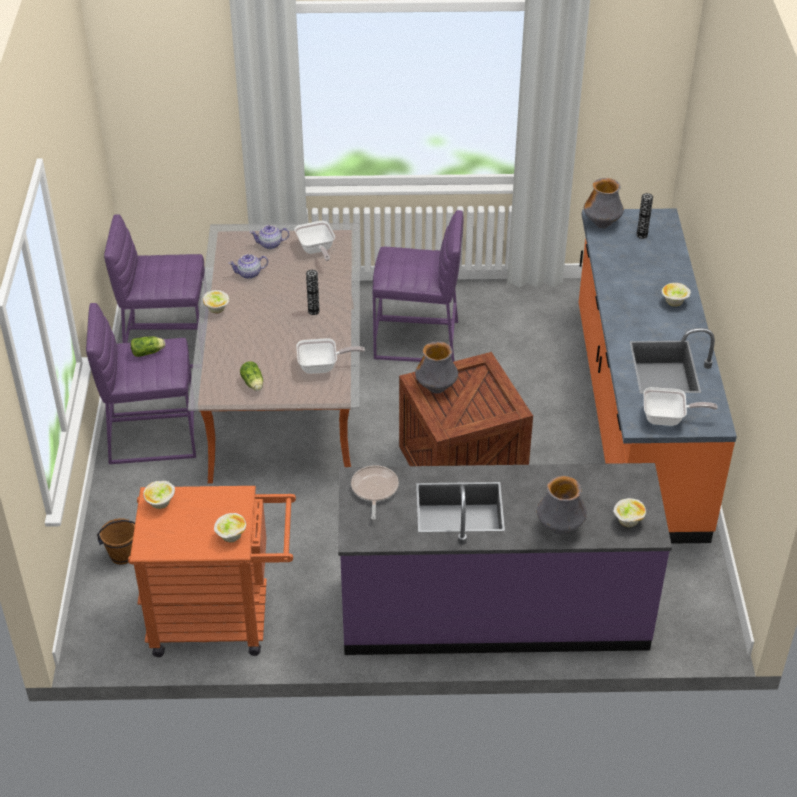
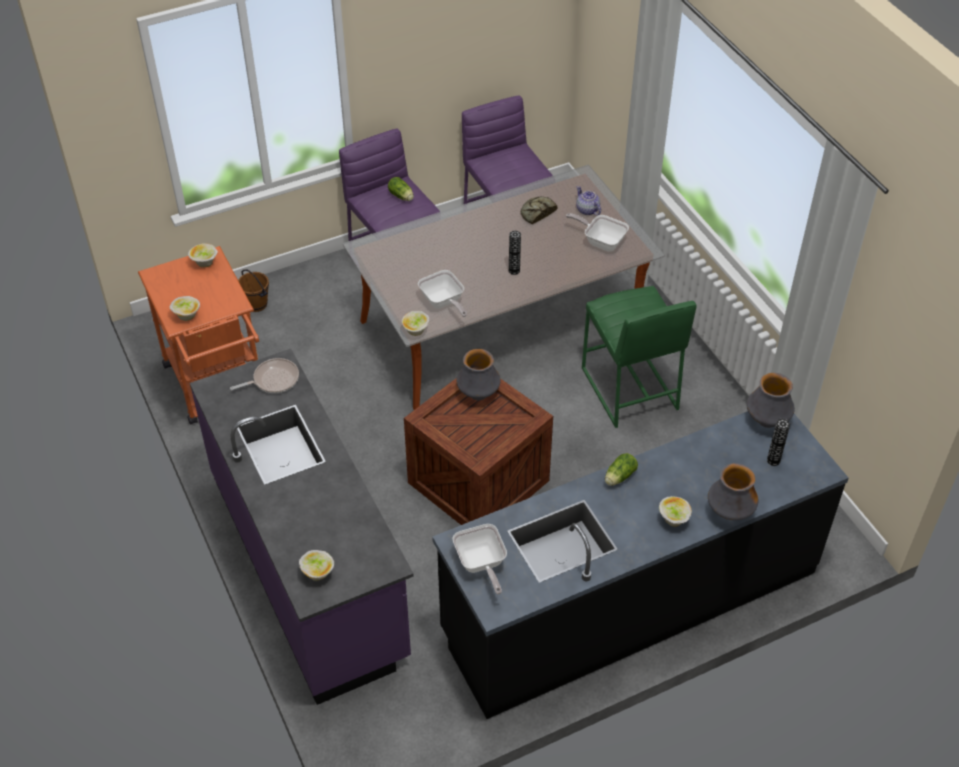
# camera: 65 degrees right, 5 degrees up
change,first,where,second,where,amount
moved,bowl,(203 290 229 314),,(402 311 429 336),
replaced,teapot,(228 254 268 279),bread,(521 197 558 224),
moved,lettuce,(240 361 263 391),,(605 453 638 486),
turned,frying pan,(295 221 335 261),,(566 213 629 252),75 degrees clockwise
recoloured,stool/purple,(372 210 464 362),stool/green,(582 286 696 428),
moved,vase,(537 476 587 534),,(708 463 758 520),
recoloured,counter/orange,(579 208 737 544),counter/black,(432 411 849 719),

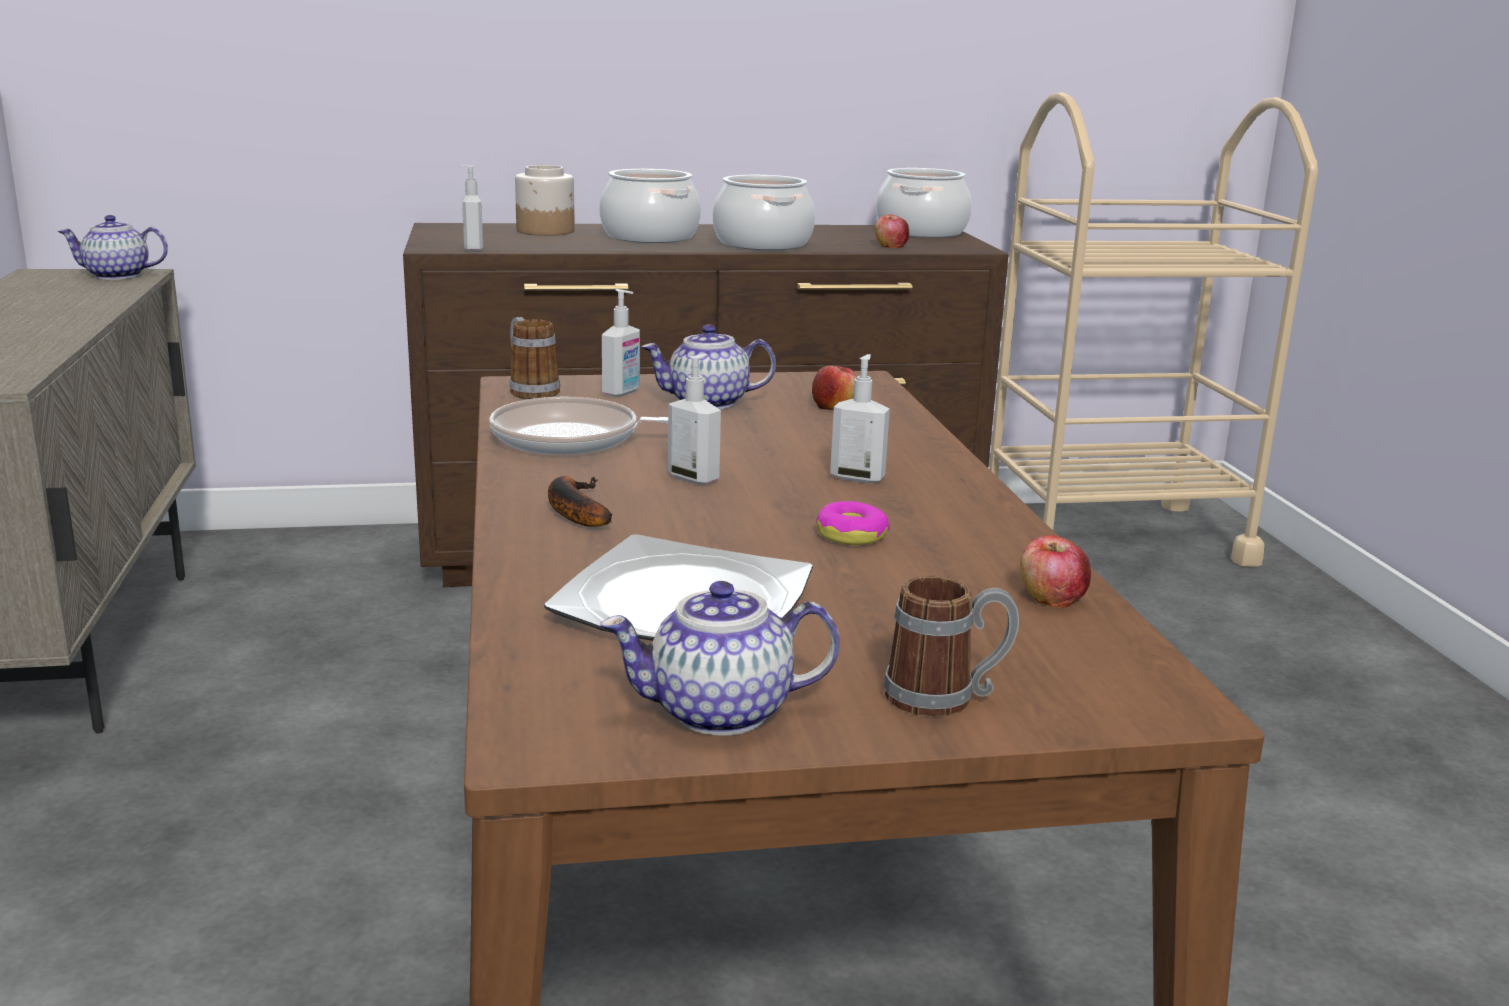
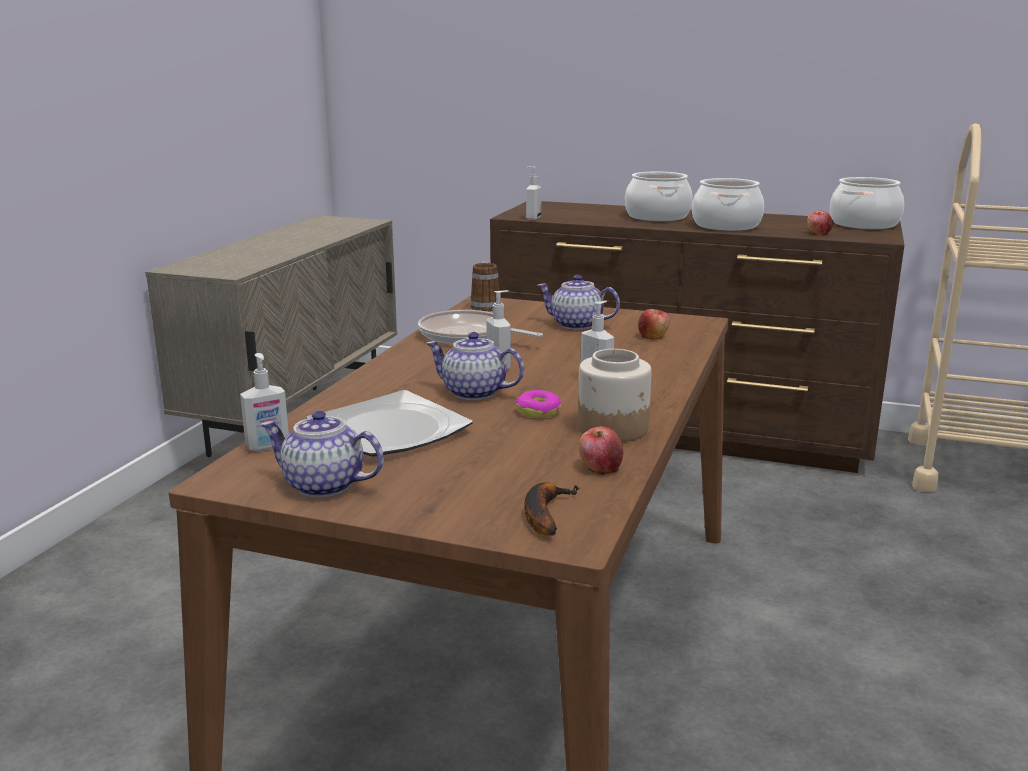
# camera: 30 degrees right, 0 degrees up
change,first,where,second,where,amount
moved,teapot,(58 215 168 280),,(426 332 524 400),
moved,jar,(515 165 575 236),,(578 349 652 442),
moved,banana,(548 476 612 527),,(524 482 580 535),
moved,soap dispenser,(602 289 640 397),,(240 353 289 451),
removed,mug,(884 576 1019 717),,,

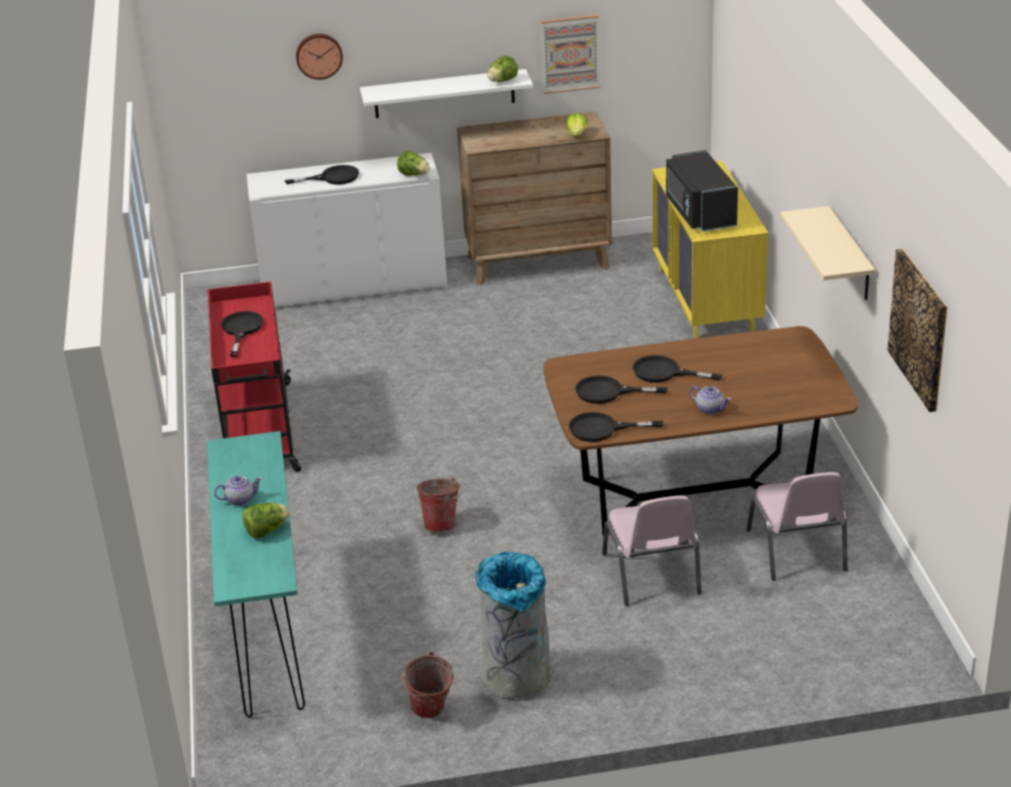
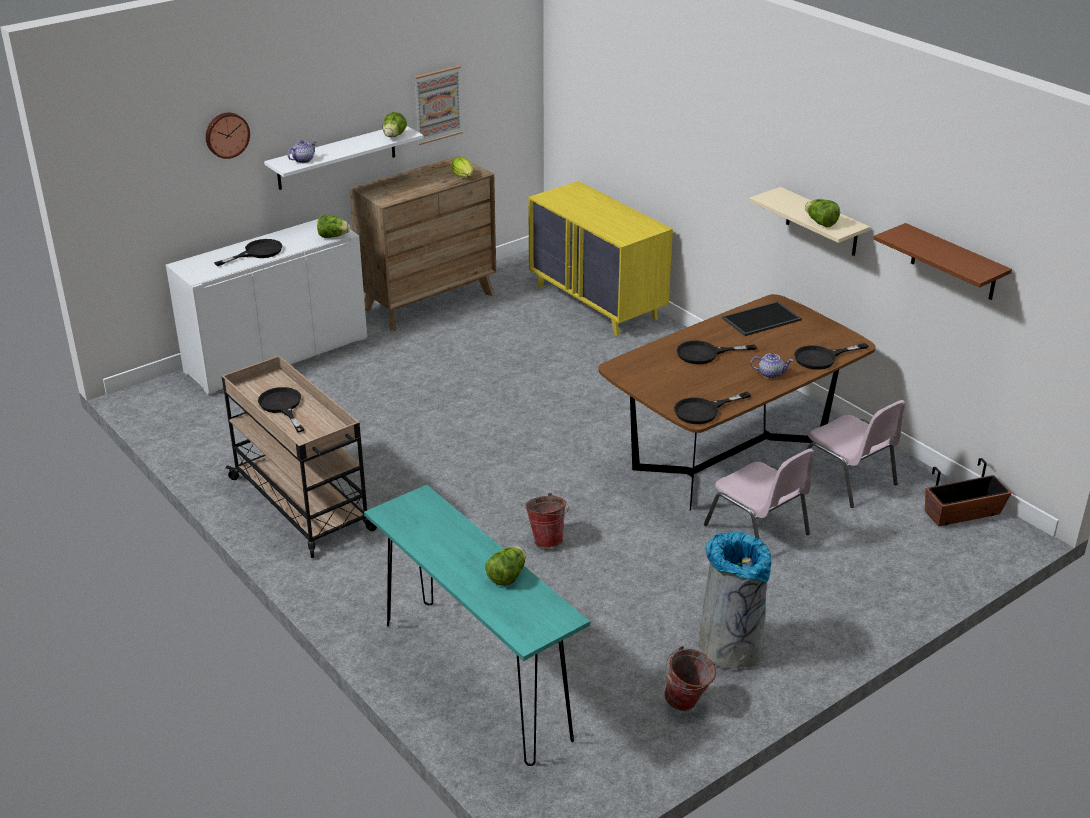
# camera: 30 degrees left, 0 degrees up
change,first,where,second,where,amount
recoloured,cart/red,(207 282 301 472),cart/beige,(222 356 377 558),
moved,teapot,(214 476 262 506),,(288 140 317 163),
moved,frying pan/black,(575 375 668 404),,(794 343 868 370),
removed,microwave/black,(666 150 738 232),,,
replaced,picture,(887 249 947 412),shelf/brown,(874 223 1012 300),
added,,,tray,(722 301 802 336),
added,,,lettuce,(805 199 840 227),
added,,,planter,(925 458 1012 526),

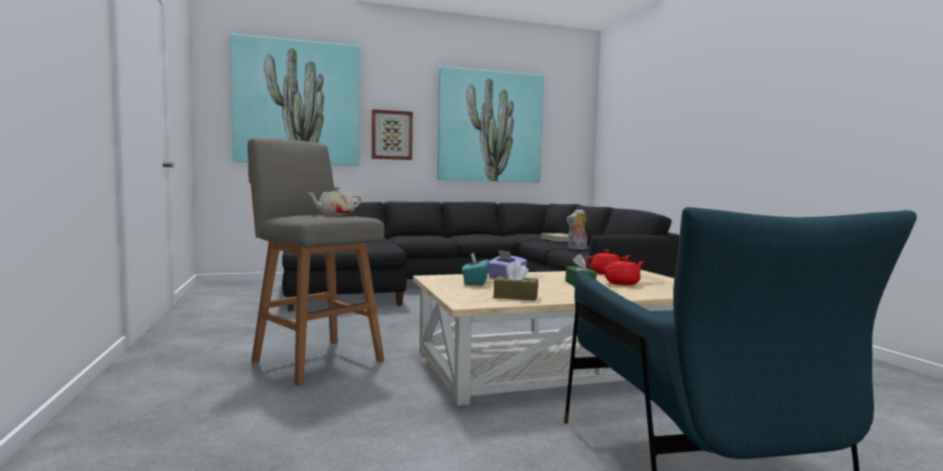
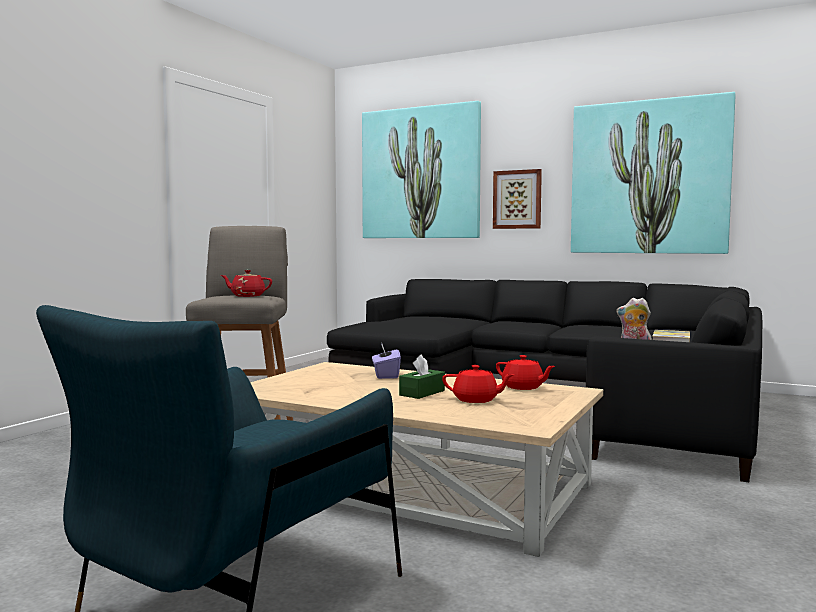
# camera: 45 degrees right, 0 degrees up
change,first,where,second,where,amount
recoloured,teapot/beige,(306 187 361 215),teapot/red,(221 270 272 297),
removed,tissue box/turquoise,(462 252 489 285),,,
removed,tissue box/brown,(494 261 538 301),,,

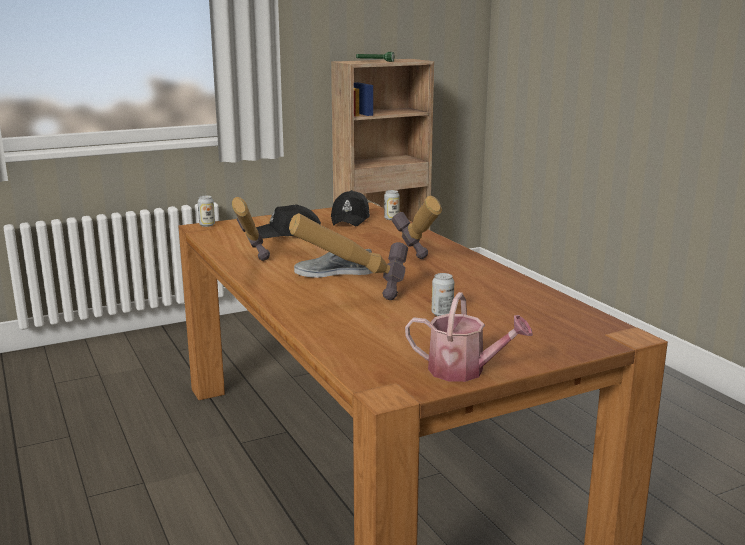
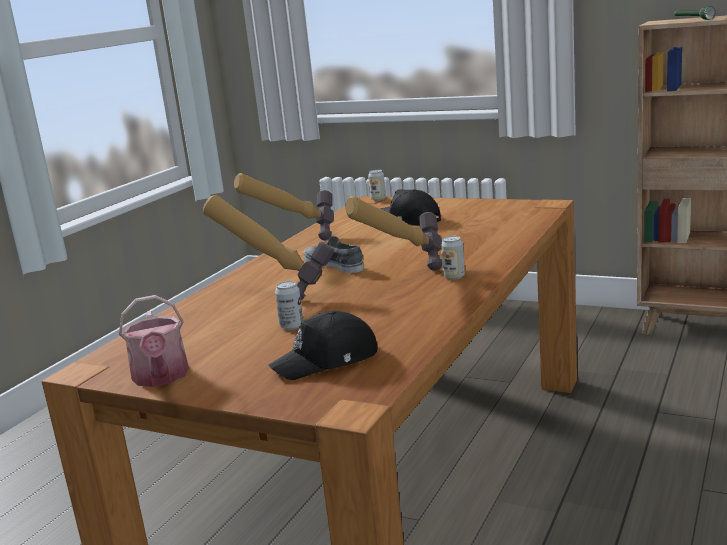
# camera: 55 degrees right, 0 degrees up
change,first,where,second,where,amount
moved,cap/black,(331 190 370 227),,(268 311 378 380),
moved,can,(384 190 400 220),,(441 236 465 280),

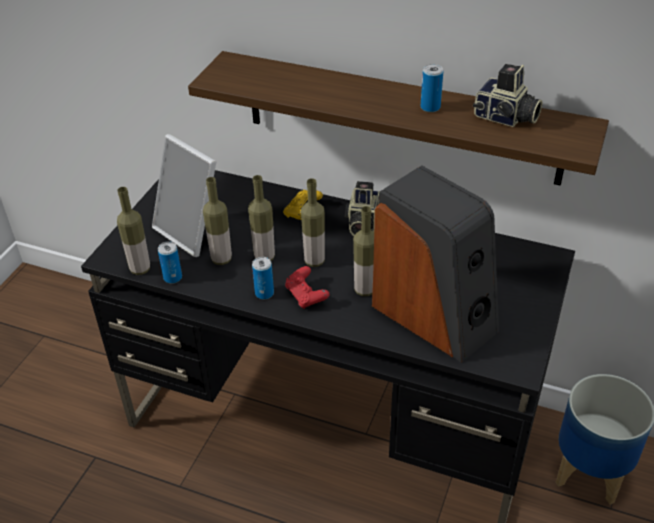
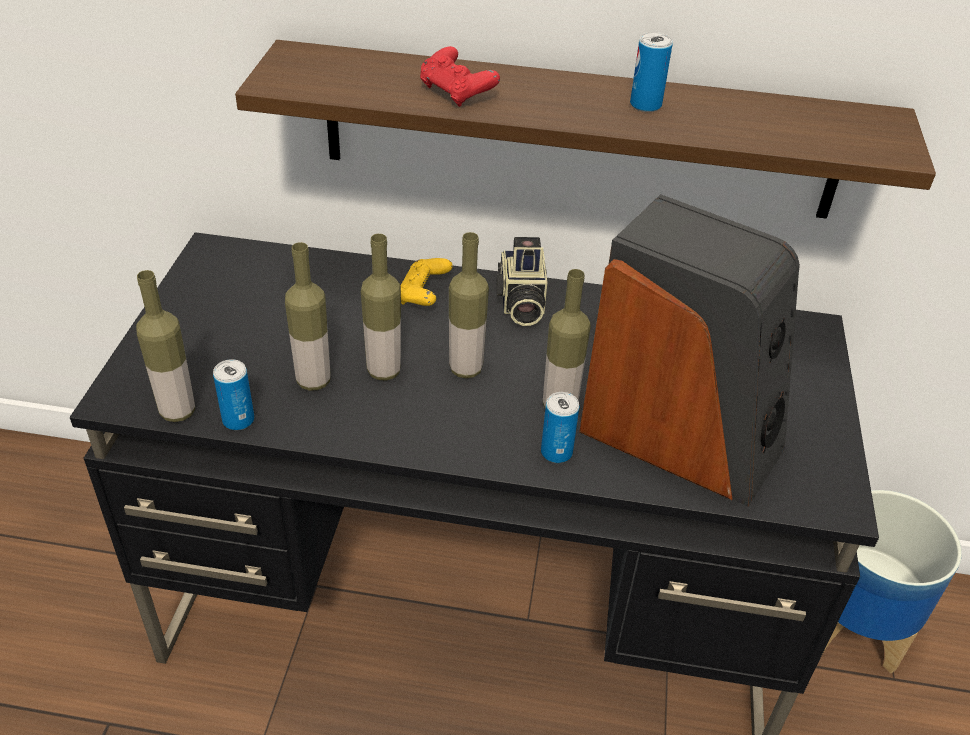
# camera: 15 degrees left, 0 degrees up
change,first,where,second,where,amount
removed,picture frame,(152 134 216 257),,,
moved,can,(252 257 274 299),,(541 392 579 463),
moved,game controller/red,(285 266 329 309),,(420 46 500 107),
removed,photo camera,(473 64 542 127),,,

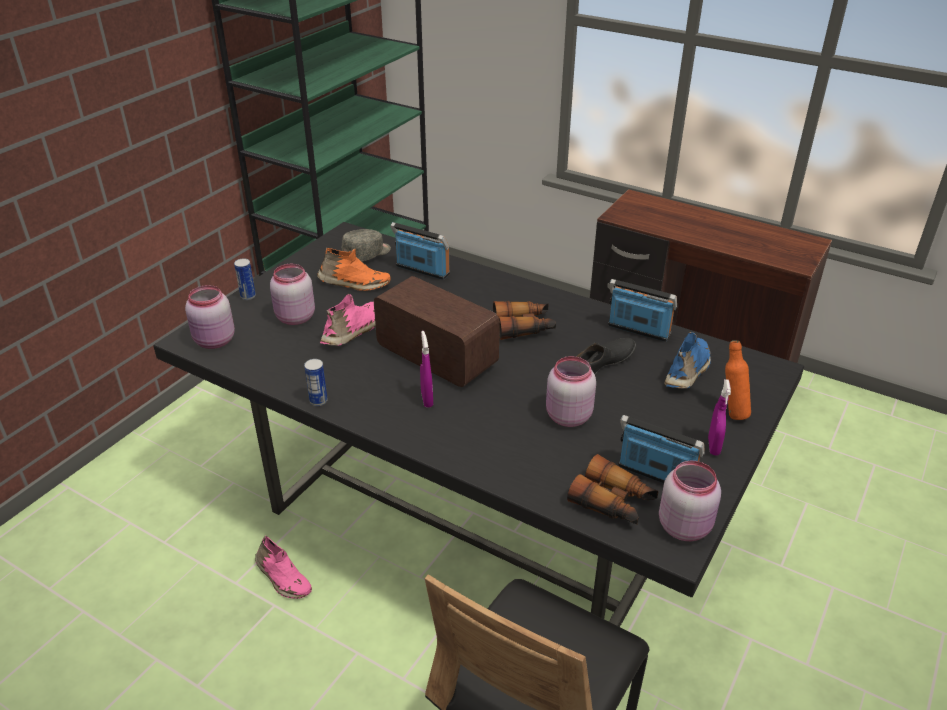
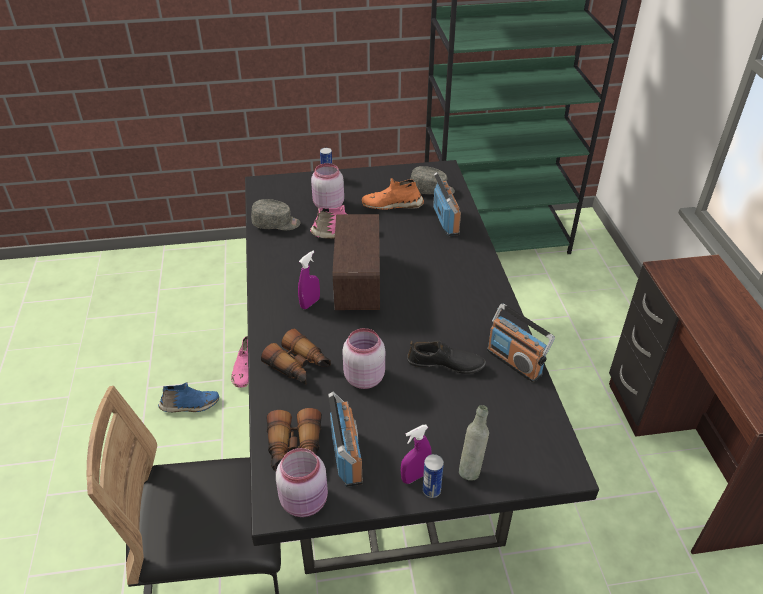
# camera: 50 degrees right, 5 degrees up
change,first,where,second,where,amount
removed,jar/pink,(185 285 235 349),,,
moved,can,(304 359 327 406),,(423 454 444 498),
turned,shoe/orange,(317 248 391 291),,(362 178 424 209),120 degrees clockwise
moved,binoculars,(493 301 556 340),,(261 329 331 384),
turned,radio,(608 279 677 342),,(487 304 555 383),150 degrees clockwise
moved,shoe/blue,(664 332 711 389),,(158 382 219 412),
recoloured,bottle/orange,(725 340 751 420),bottle/grey,(459 405 489 481),
added,,,cap/grey,(251 199 300 230),

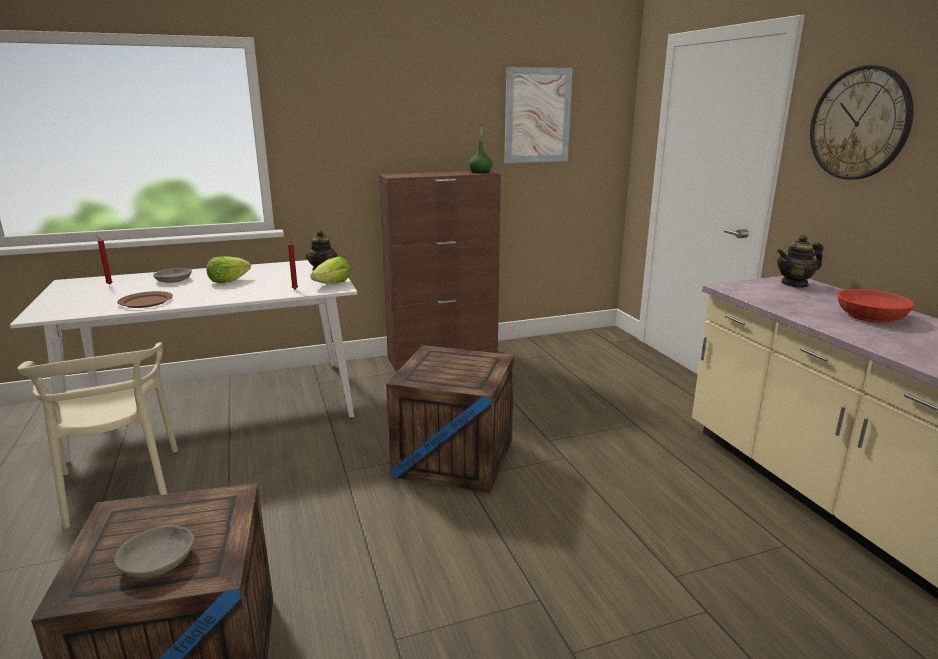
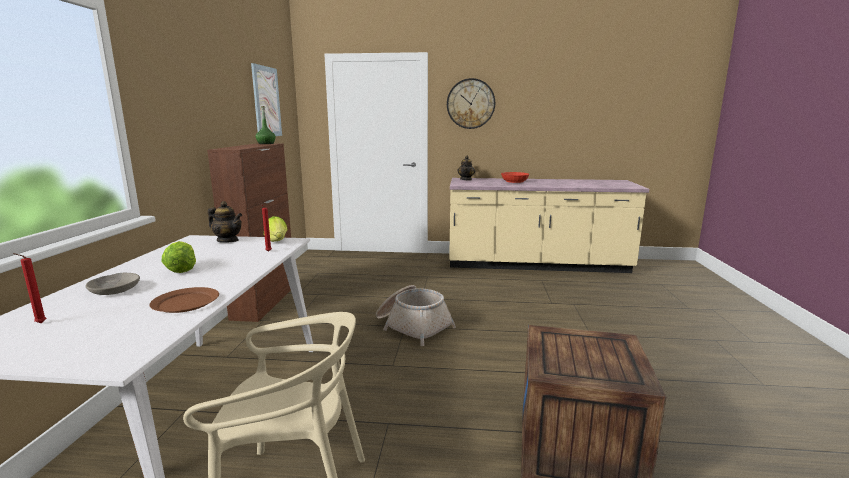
# camera: 65 degrees left, 5 degrees down
change,first,where,second,where,amount
removed,bowl/grey,(114 525 195 578),,,
replaced,crate,(386 345 514 493),basket,(376 285 456 346),

